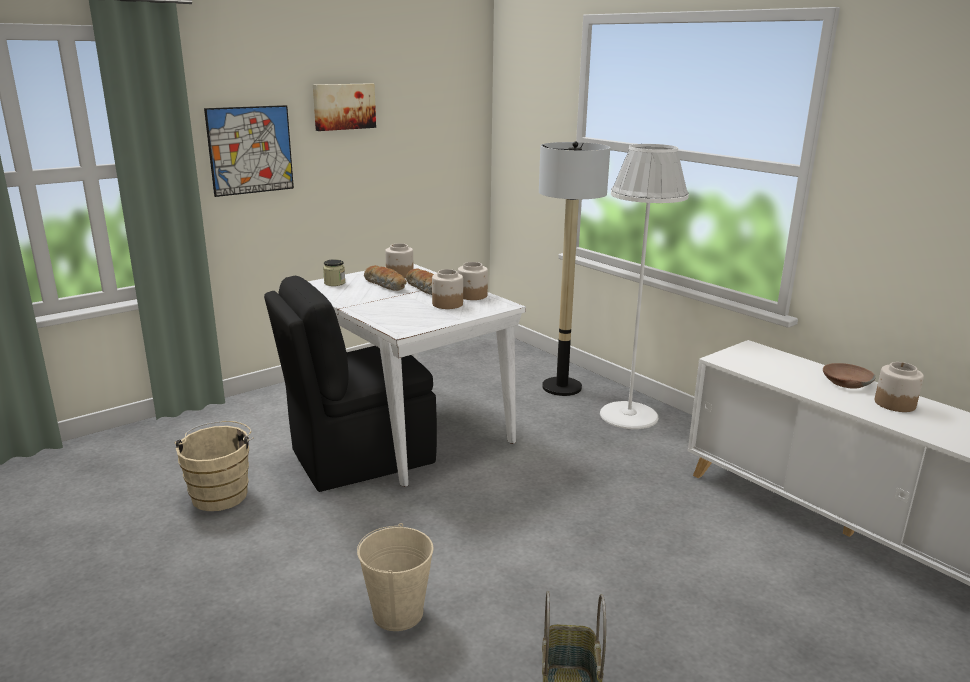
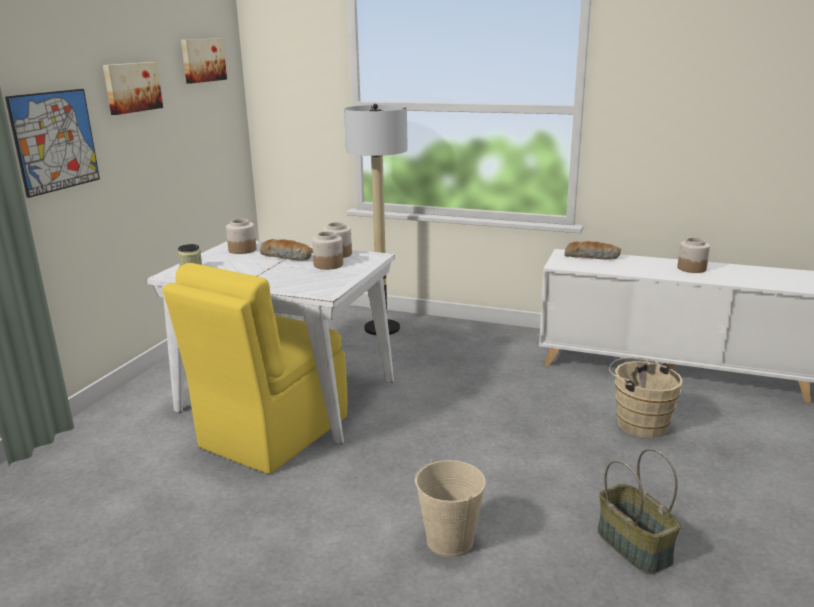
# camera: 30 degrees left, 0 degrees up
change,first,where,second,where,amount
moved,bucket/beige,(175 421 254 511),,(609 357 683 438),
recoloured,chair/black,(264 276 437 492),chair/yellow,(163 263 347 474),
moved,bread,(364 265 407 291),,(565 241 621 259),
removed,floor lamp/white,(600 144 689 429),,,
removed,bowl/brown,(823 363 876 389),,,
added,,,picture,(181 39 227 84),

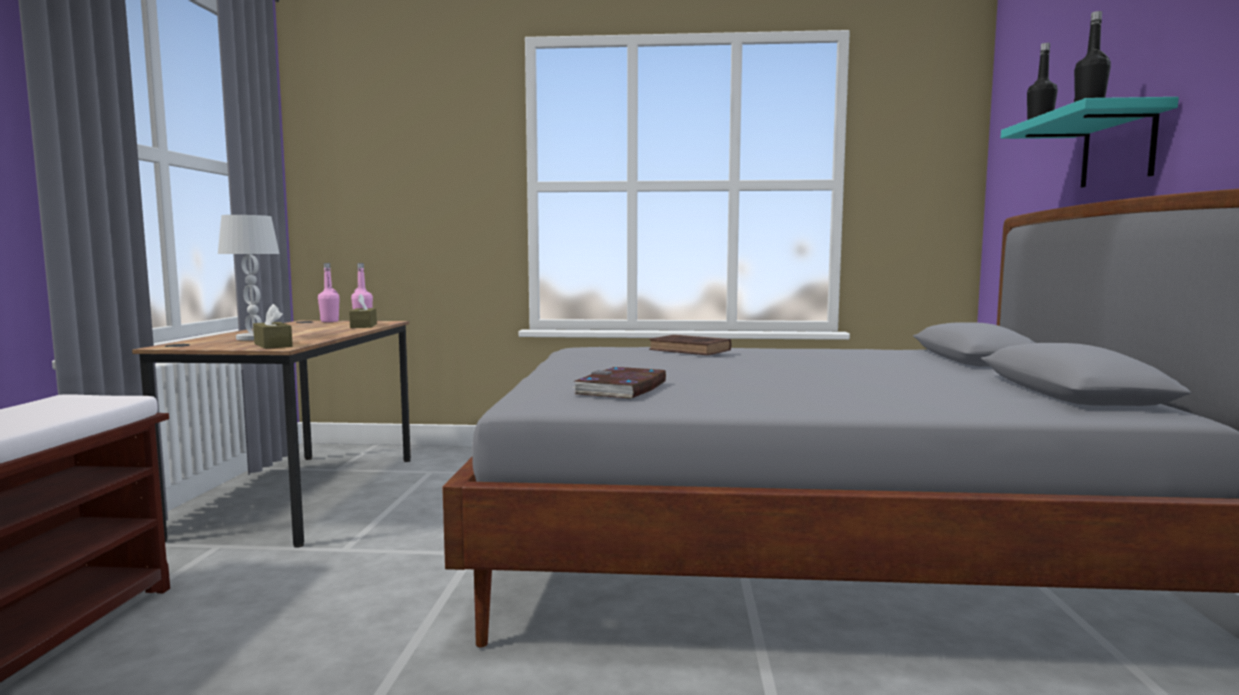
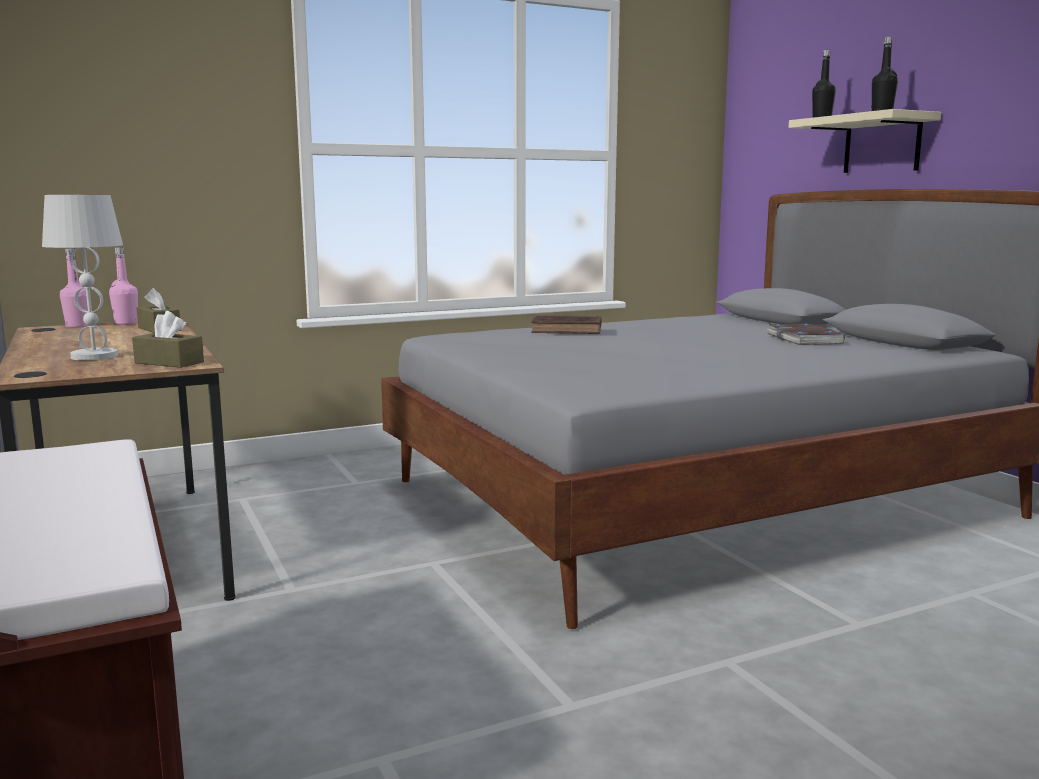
# camera: 30 degrees left, 5 degrees up
change,first,where,second,where,amount
moved,book,(573 367 666 399),,(767 323 845 345),
recoloured,shelf/turquoise,(1001 97 1179 187),shelf/beige,(789 109 941 173),

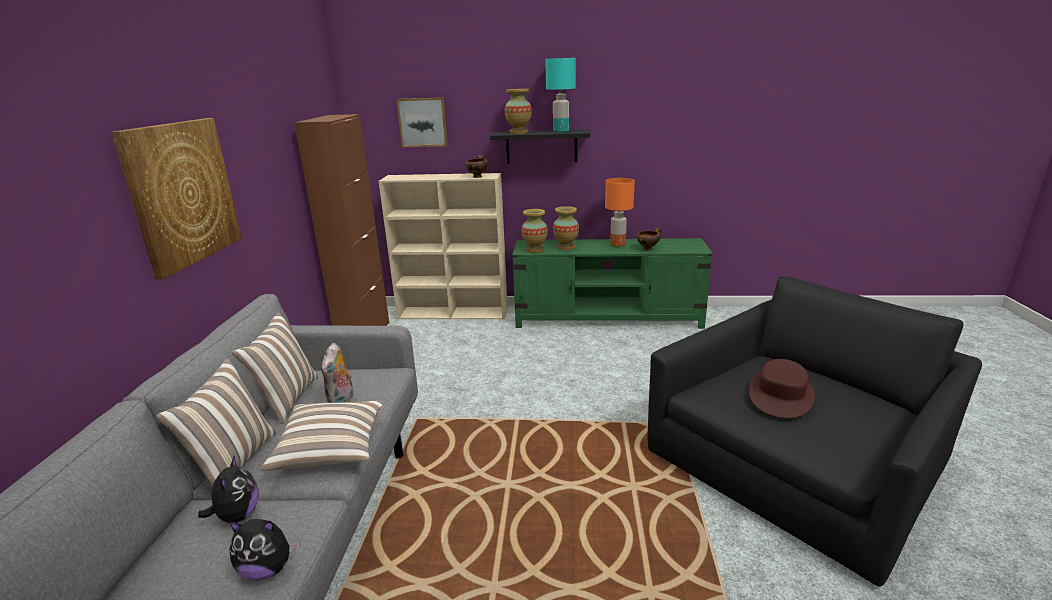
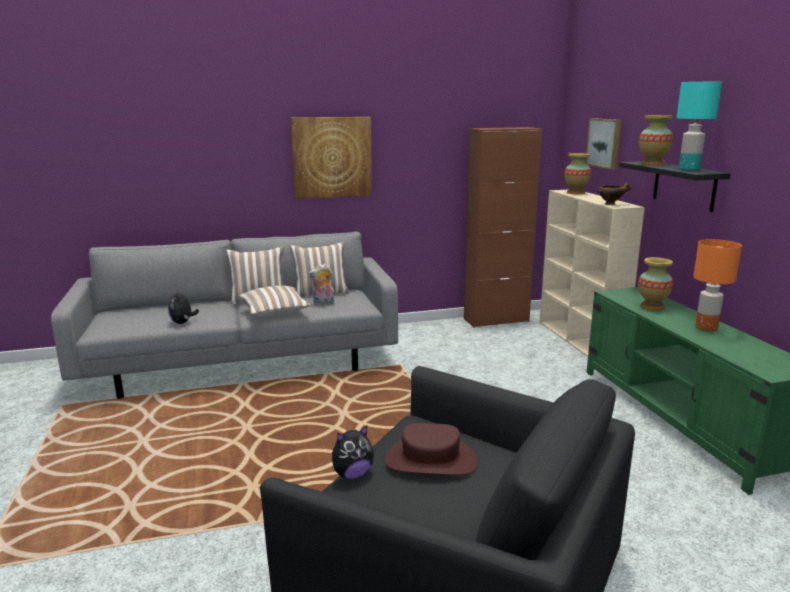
# camera: 70 degrees right, 5 degrees down
change,first,where,second,where,amount
moved,plush toy,(198 455 259 523),,(332 425 374 479),
moved,vase,(521 209 548 253),,(564 153 591 194),
removed,bowl,(637 227 661 251),,,

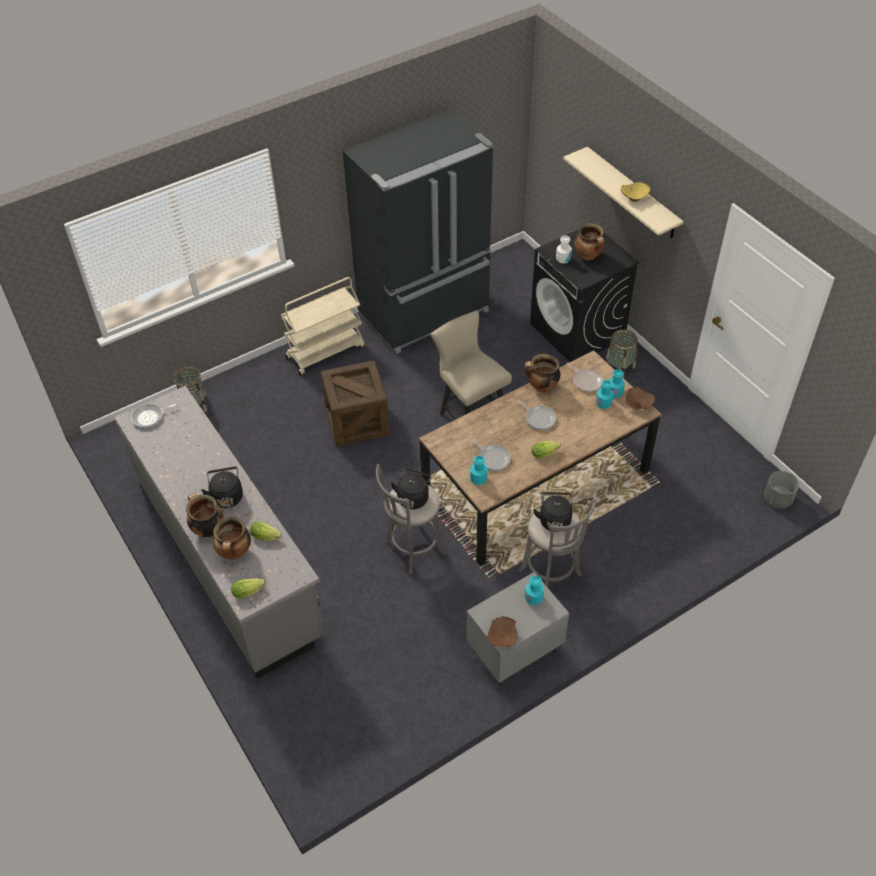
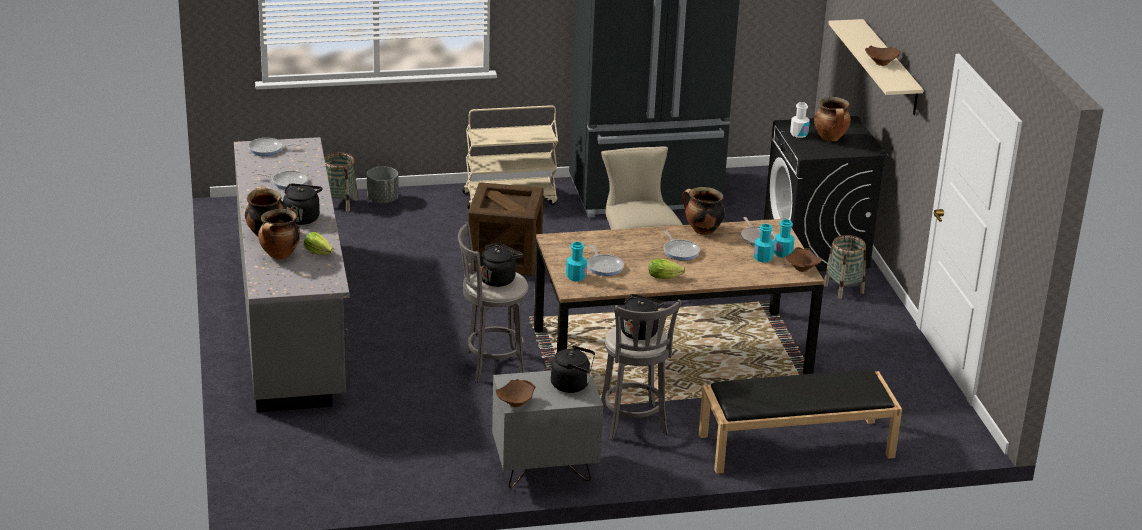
# camera: 20 degrees right, 20 degrees down
change,first,where,second,where,amount
removed,lettuce,(231 579 265 598),,,
replaced,bottle/turquoise,(525 576 544 605),kettle/black,(550 345 595 393),
recoloured,bowl/yellow,(621 181 651 202),bowl/brown,(865 45 901 66),
moved,planter/grey,(764 471 799 508),,(367 166 399 203),
added,,,frying pan,(256 171 308 190),
added,,,bench/black,(699 370 902 474),

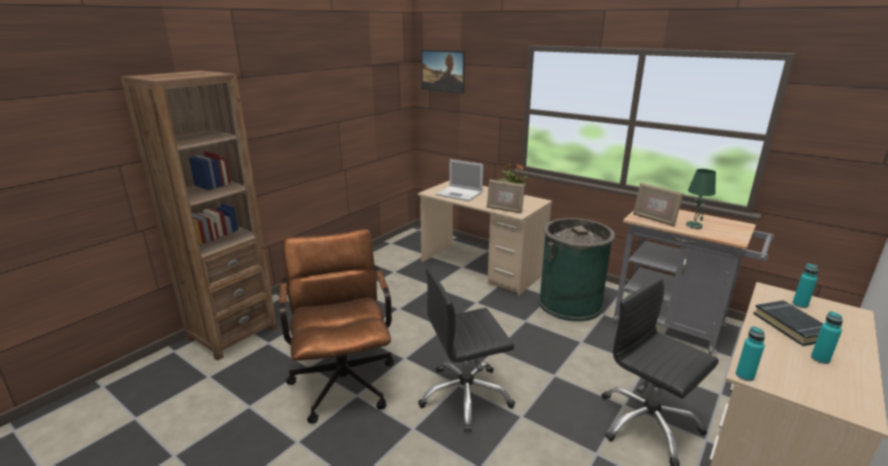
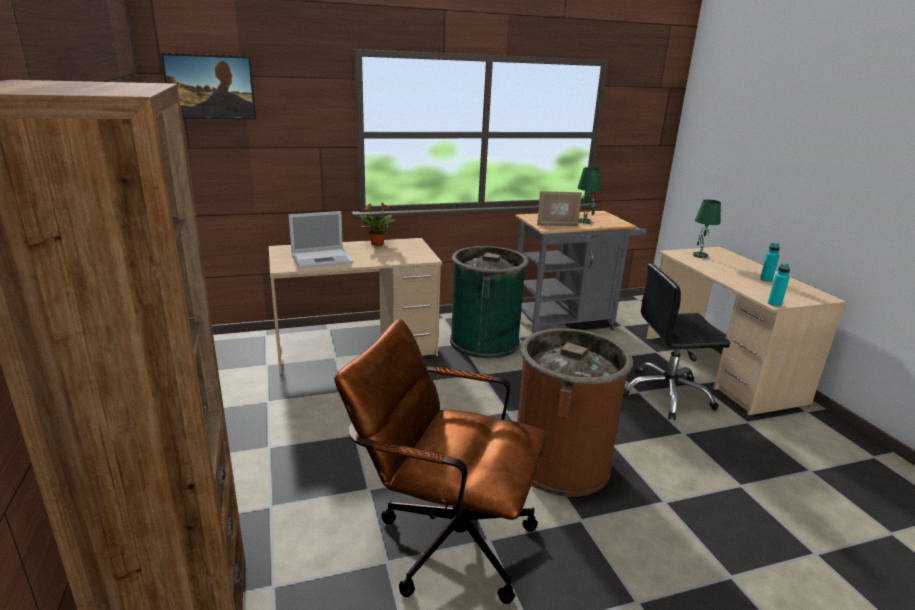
# camera: 55 degrees left, 0 degrees up
change,first,where,second,where,amount
replaced,office chair/black,(418 269 515 432),trash can/brown,(517 328 633 497),
removed,picture frame,(487 179 525 214),,,
removed,book/black,(753 300 823 346),,,
replaced,bottle/turquoise,(792 263 818 308),table lamp/green,(693 199 721 258),

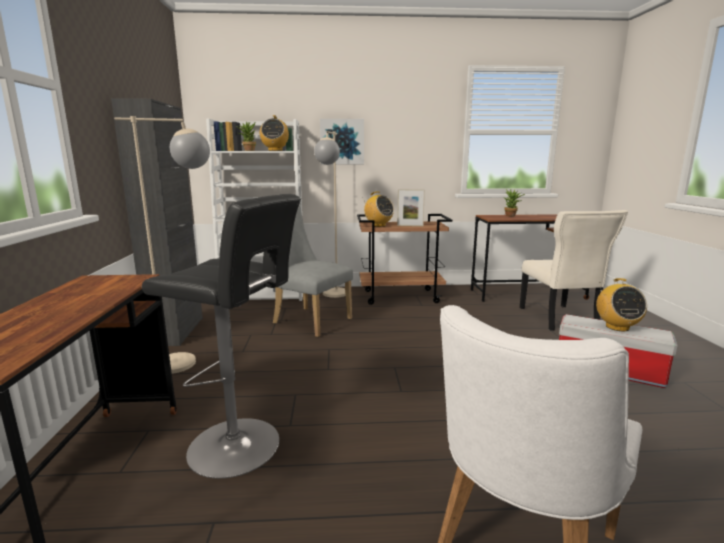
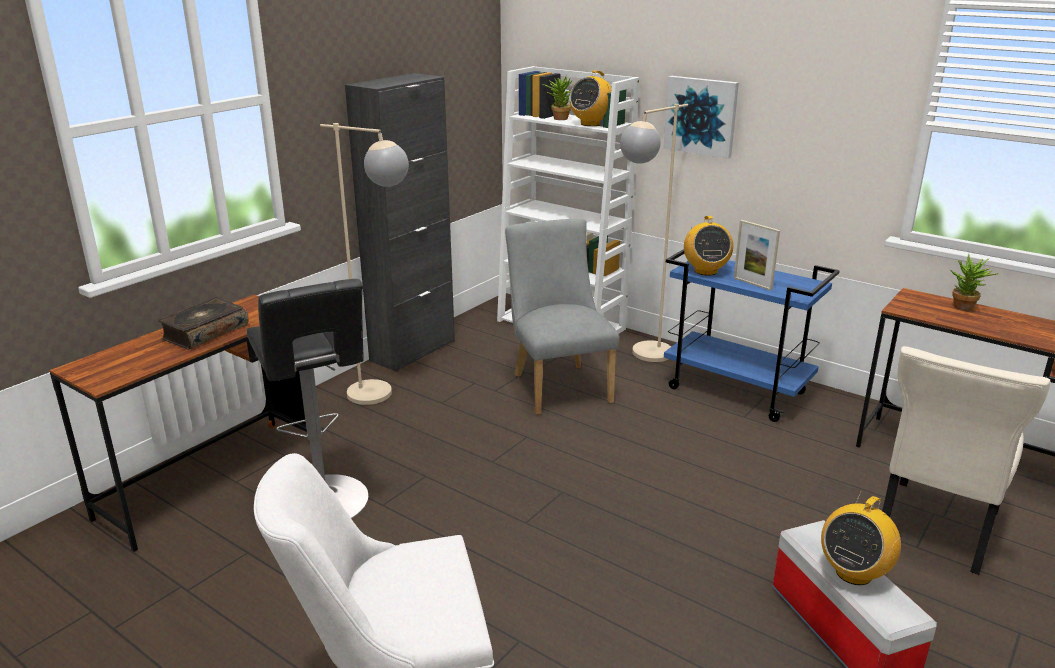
# camera: 40 degrees right, 10 degrees up
change,first,where,second,where,amount
recoloured,cart/brown,(357 214 452 305),cart/blue,(664 249 840 422),
added,,,book,(158 297 249 349),

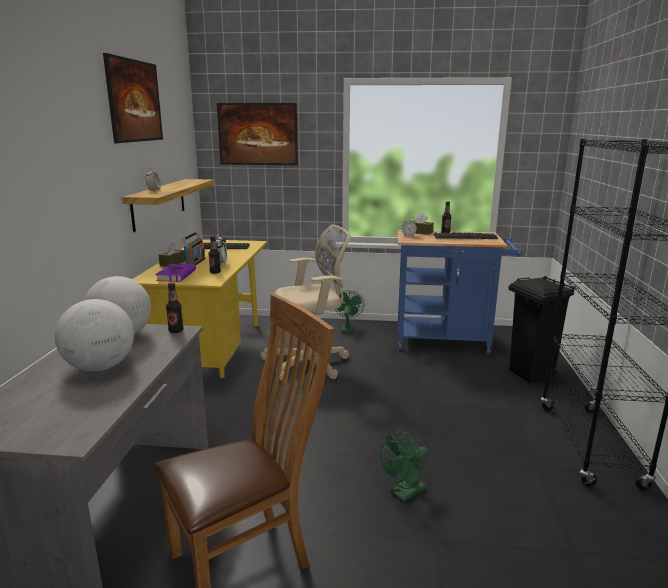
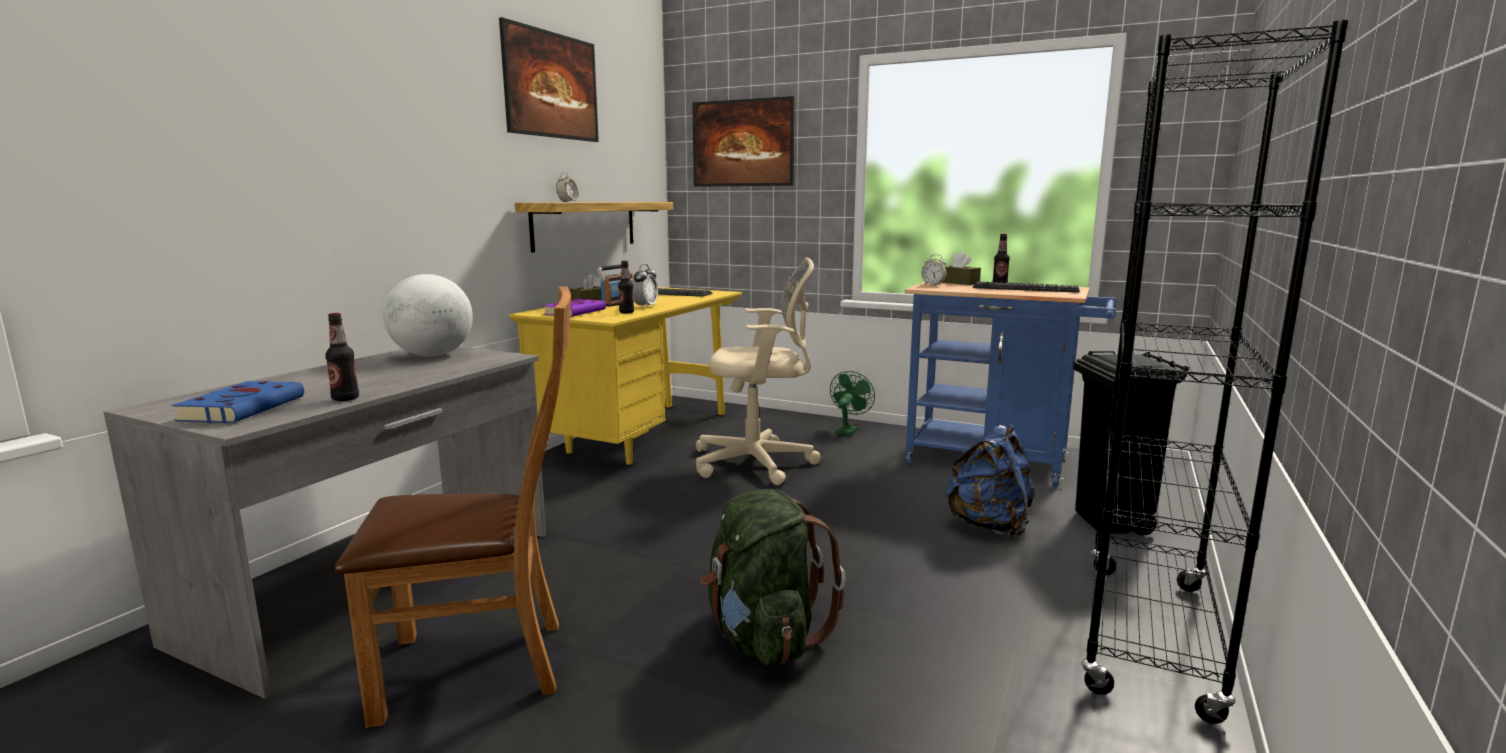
# camera: 20 degrees right, 5 degrees down
change,first,where,second,where,amount
removed,globe,(55 299 134 372),,,
moved,bottle,(166 283 183 333),,(325 313 359 401),
replaced,fan/green,(380 430 428 502),backpack/green,(700 489 846 666),
added,,,book/blue,(172 381 304 423),
added,,,backpack/blue,(945 424 1035 538),

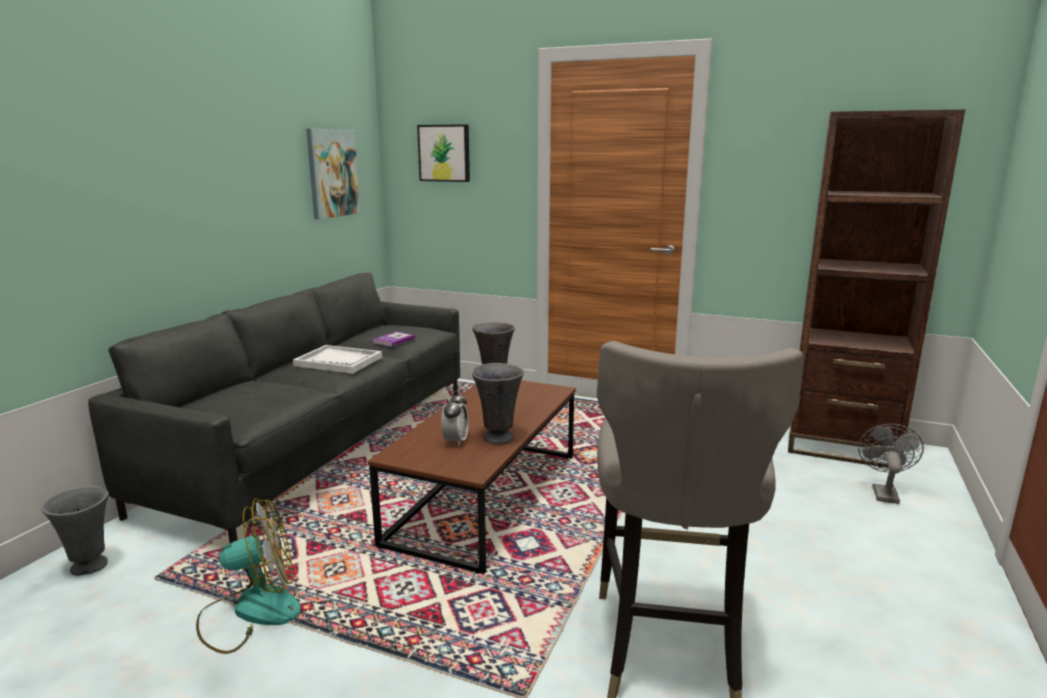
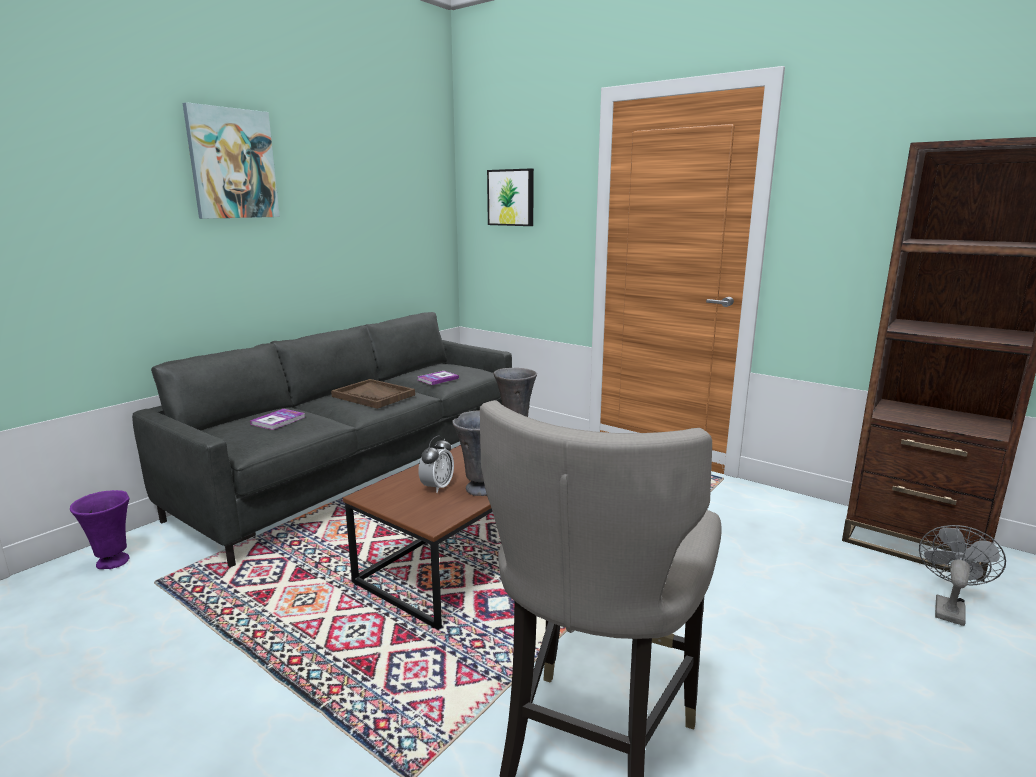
# camera: 15 degrees right, 0 degrees up
change,first,where,second,where,amount
recoloured,vase/grey,(41 486 109 576),vase/purple,(70 490 130 569),
removed,fan,(196 498 301 654),,,
recoloured,tray/white,(293 345 382 374),tray/brown,(331 379 415 409),
moved,picture,(306 129 360 219),,(183 102 280 219),
added,,,book,(250 409 305 430),

